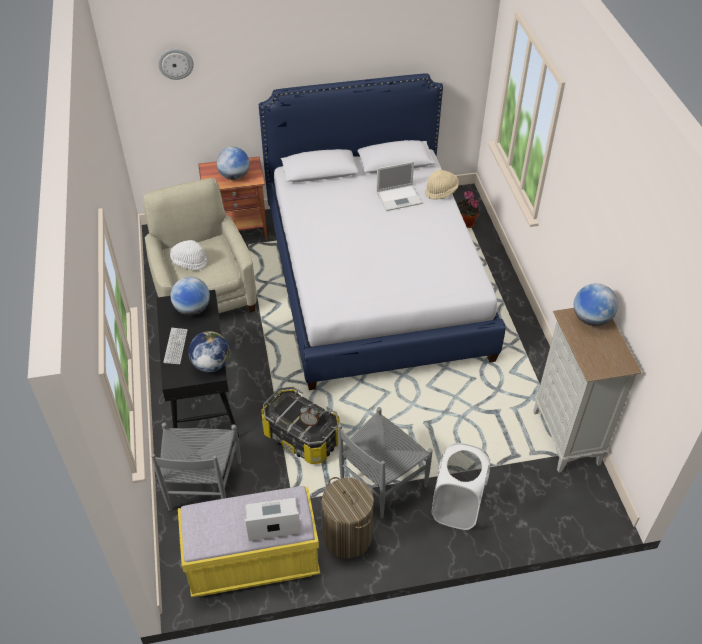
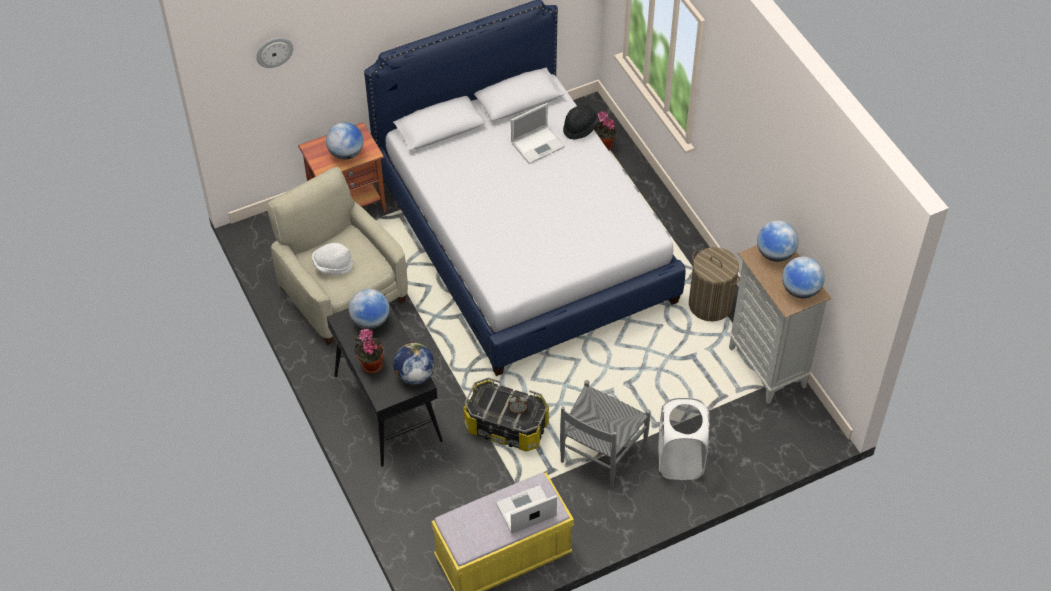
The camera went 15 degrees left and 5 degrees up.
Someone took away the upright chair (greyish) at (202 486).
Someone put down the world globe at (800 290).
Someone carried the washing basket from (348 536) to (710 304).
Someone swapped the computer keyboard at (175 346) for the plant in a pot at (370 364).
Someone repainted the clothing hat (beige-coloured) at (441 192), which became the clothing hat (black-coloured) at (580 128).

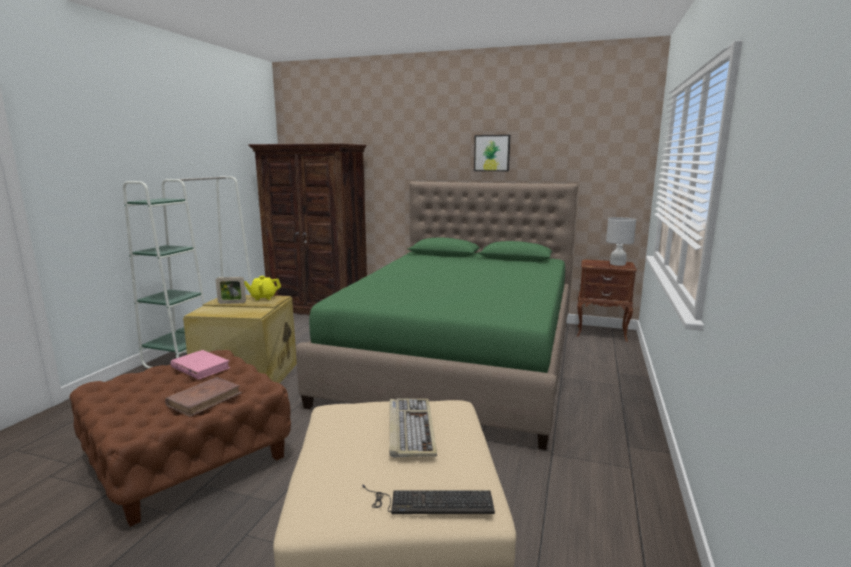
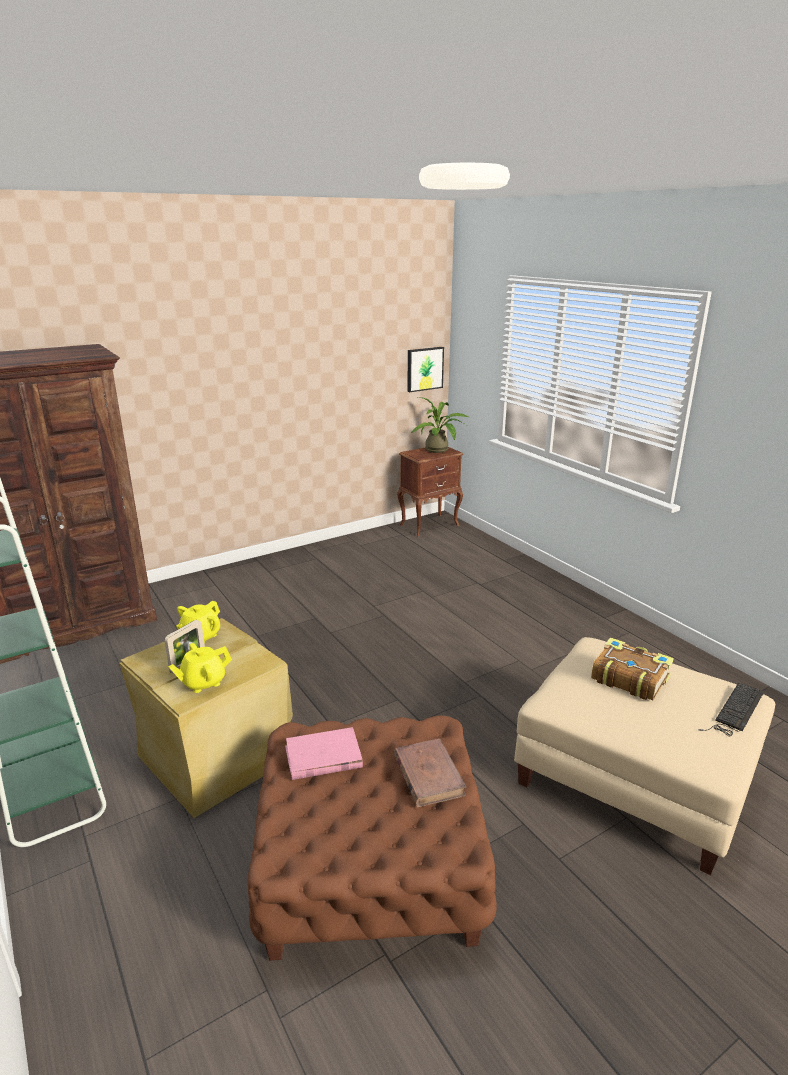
The camera went 50 degrees left and 10 degrees up.
Someone took away the bed (green-coloured) at (460 358).
Someone put down the teapot (yellowish) at (203 682).
Someone carried the picture from (492 153) to (424 369).
Someone swapped the computer keyboard at (410 429) for the bound book at (628 678).
Someone swapped the table lamp (greyish) at (617 264) for the plant in a pot at (439 450).

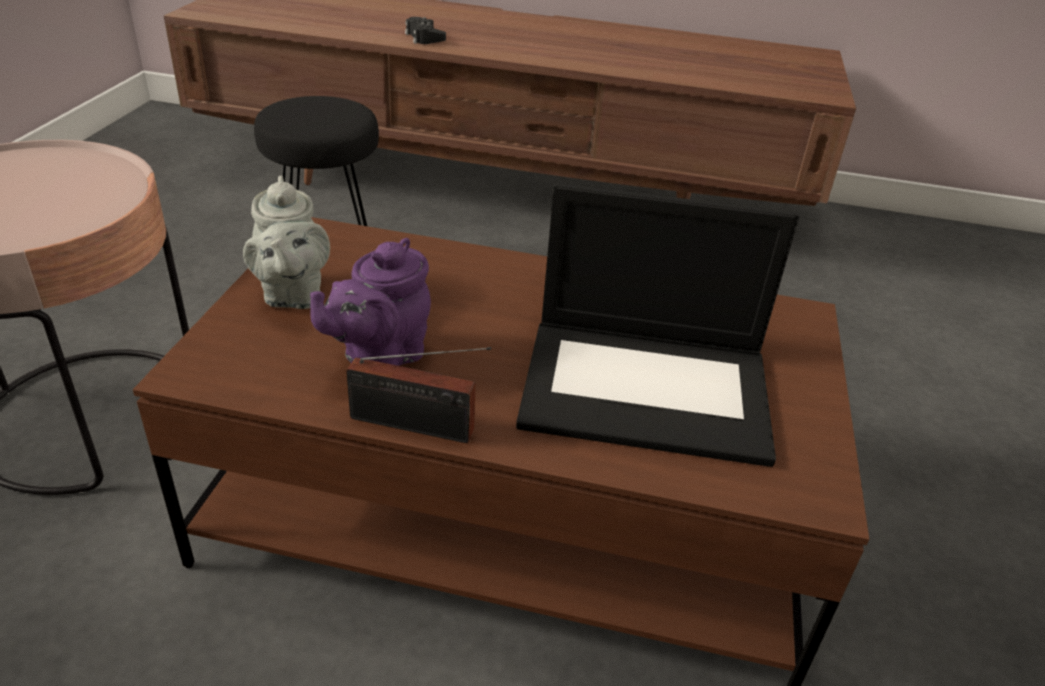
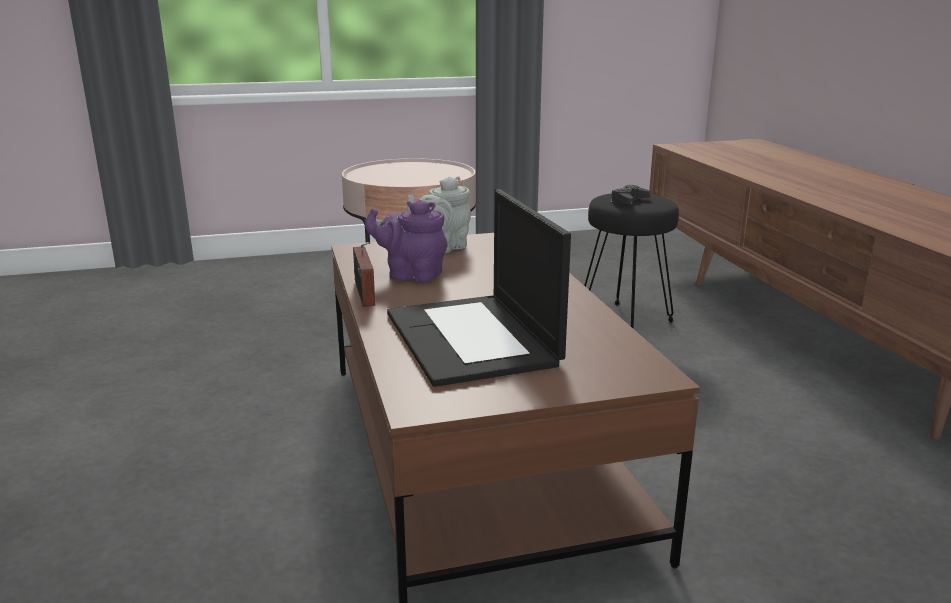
The camera went 65 degrees right and 15 degrees down.
Someone carried the game controller (black-coloured) from (424 37) to (629 201).

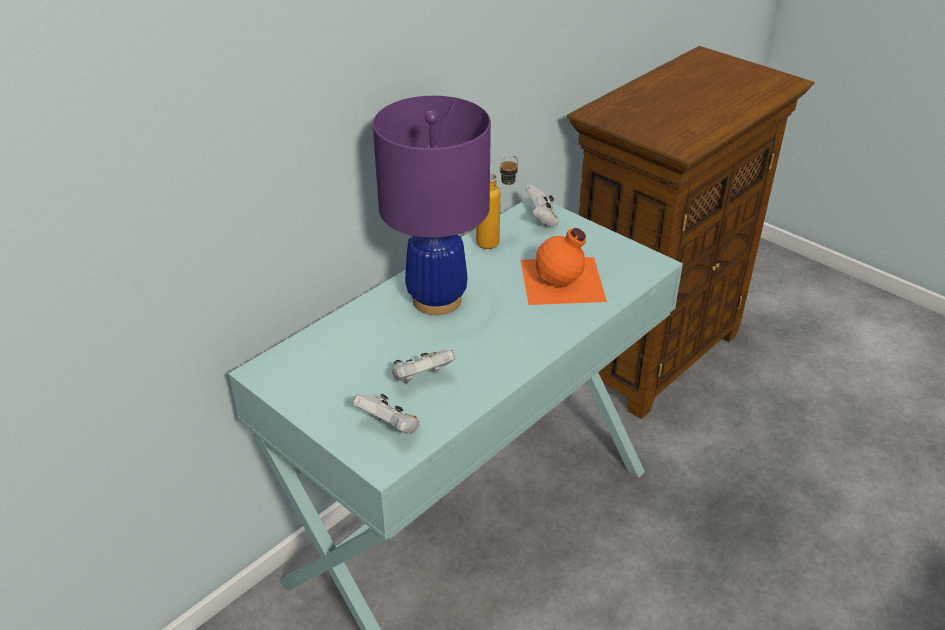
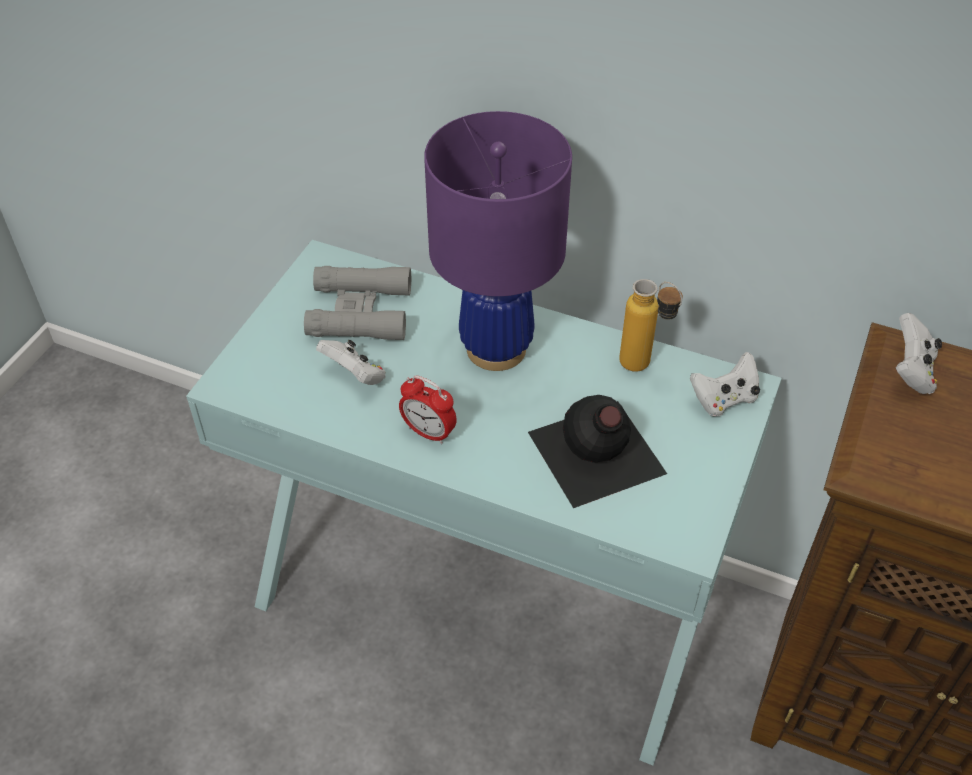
The camera went 70 degrees right and 10 degrees up.
Someone put down the pair of binoculars (greyish) at (360 312).
Someone put down the bedside clock at (429 432).
Someone carried the game controller (white) from (390 427) to (911 372).
Someone repainted the beverage bottle (orange) at (563 280), which became the beverage bottle (black-coloured) at (595 454).

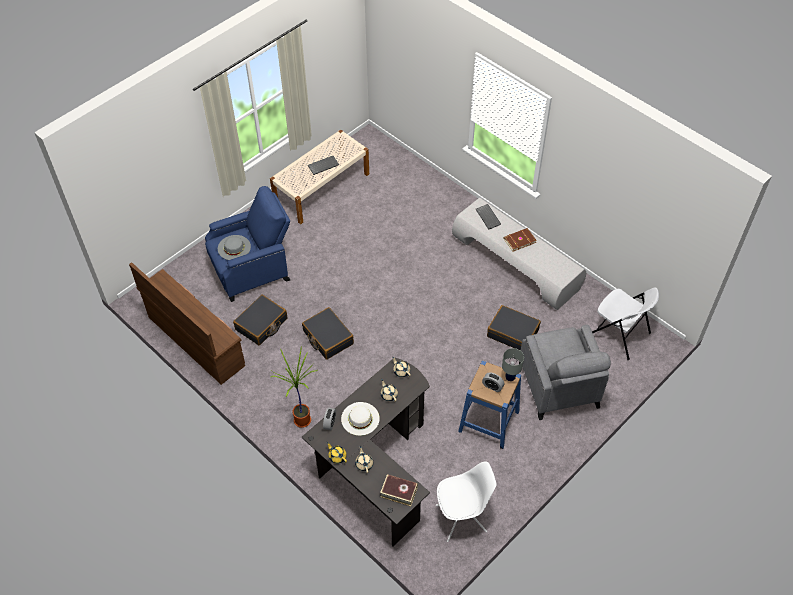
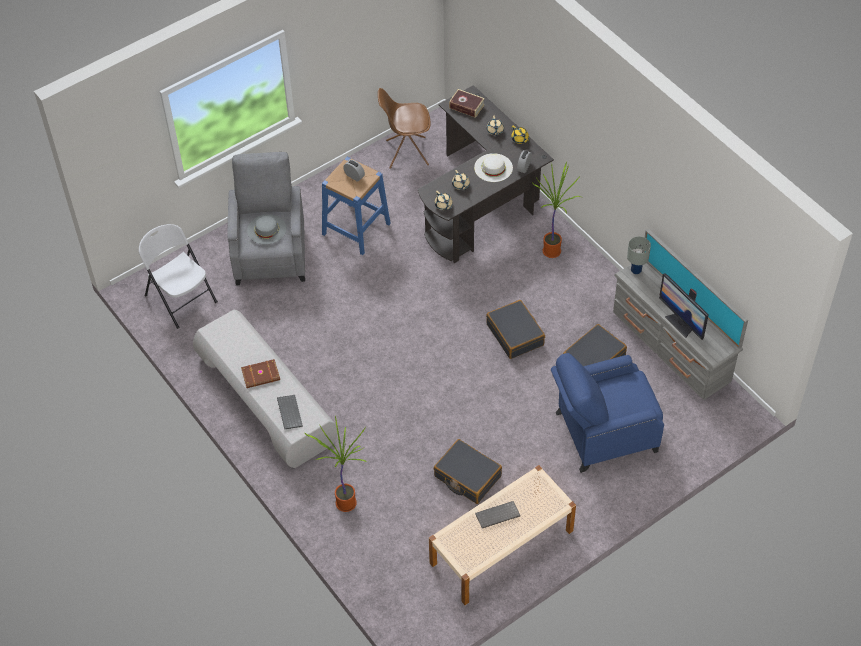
The camera went 170 degrees left and 0 degrees up.
Someone put down the plant in a pot at (344 503).
Someone put down the computer screen at (681 323).
Someone carried the clothing hat (greyish) from (234 247) to (266 229).
Someone carried the travel case (black-coloured) from (513 333) to (467 476).
Someone carried the table lamp (greyish) from (510 377) to (635 271).
Someone repainted the drawer chest (brownish) at (196 342), which became the drawer chest (greyish) at (670 348).
Someone repainted the upright chair (white) at (462 518), which became the upright chair (brownish) at (406 152).

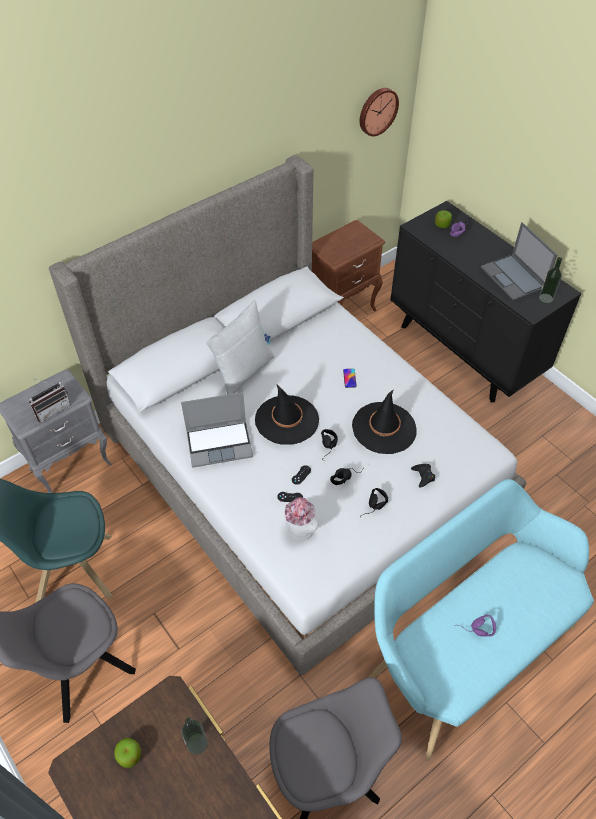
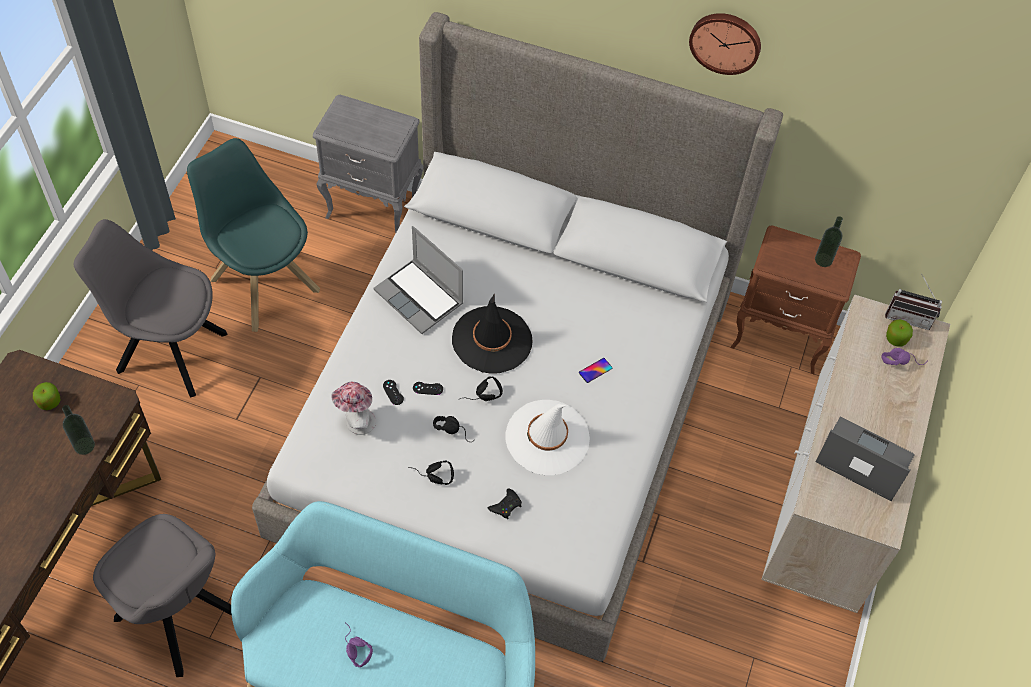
The camera went 55 degrees right and 5 degrees up.
Someone took away the cushion (greyish) at (244 372).
Someone carried the radio set from (52 409) to (909 316).
Someone carried the clock on the wall from (377 111) to (726 41).
Someone carried the beverage bottle from (546 298) to (823 260).
Someone repainted the clothing hat (black-coloured) at (384 428), which became the clothing hat (white) at (547 438).
Someone repainted the drawer chest (black-coloured) at (463 350), which became the drawer chest (white) at (827 505).
Someone rotated the portable computer at (513 277) by 90 degrees clockwise.

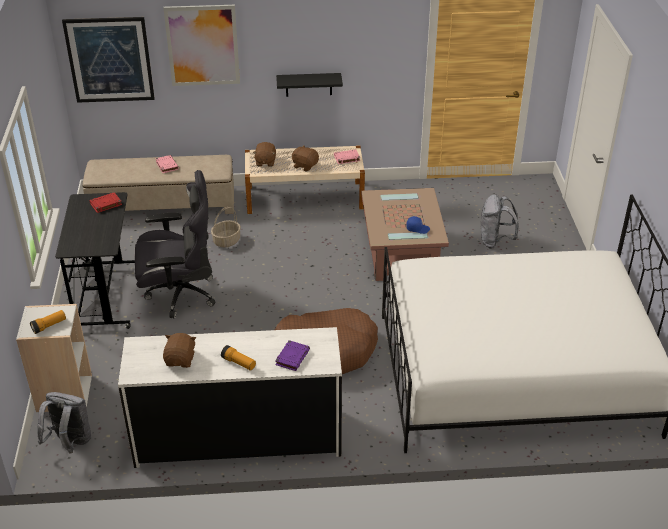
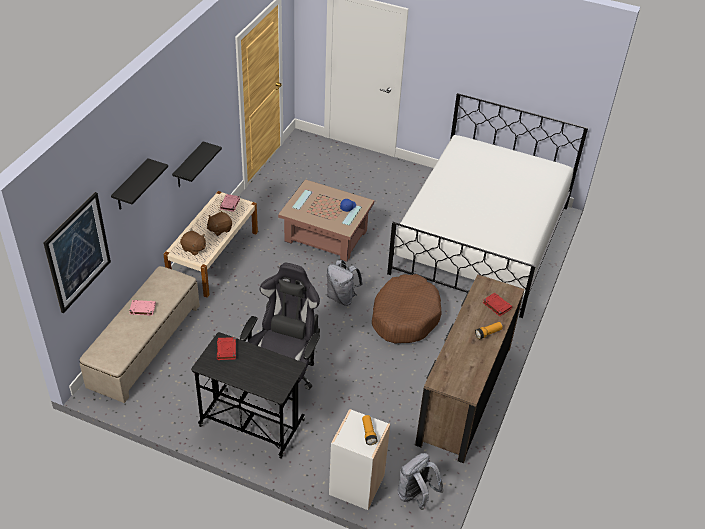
The camera went 65 degrees left and 5 degrees up.
Someone took away the plush toy (brownish) at (180 360).
Someone took away the storage basket at (226 241).
Someone carried the backpack (greyish) from (495 241) to (342 297).
Someone swapped the picture at (202 45) for the wall shelf (black-coloured) at (131 186).
Someone repainted the drawer chest (white) at (237 437), which became the drawer chest (brownish) at (463 395).
Someone repainted the bound book (purple-coloured) at (292 357), which became the bound book (red) at (496 305).

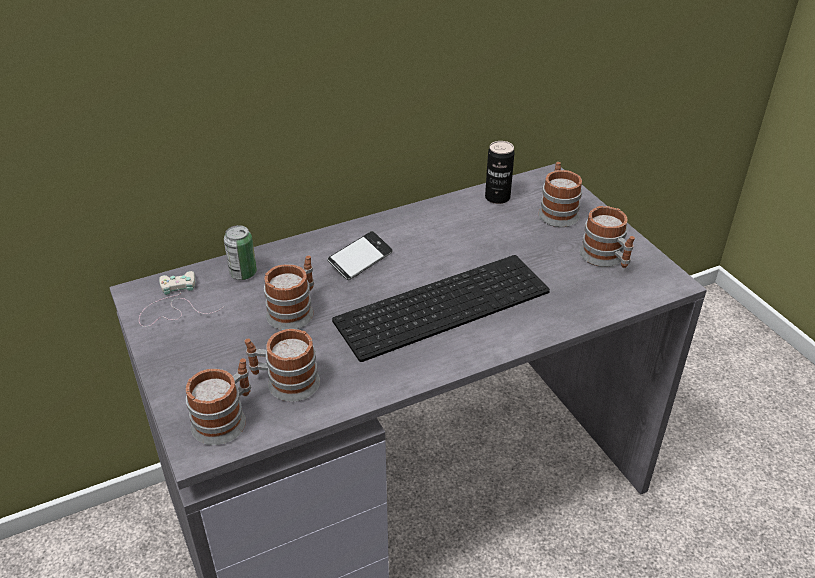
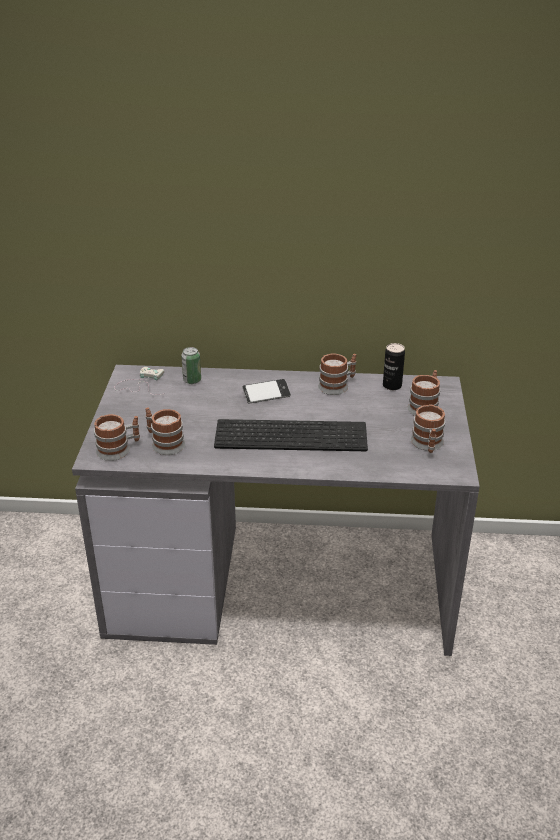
The camera went 30 degrees right and 5 degrees down.
Someone carried the coffee mug from (295 310) to (337 385).

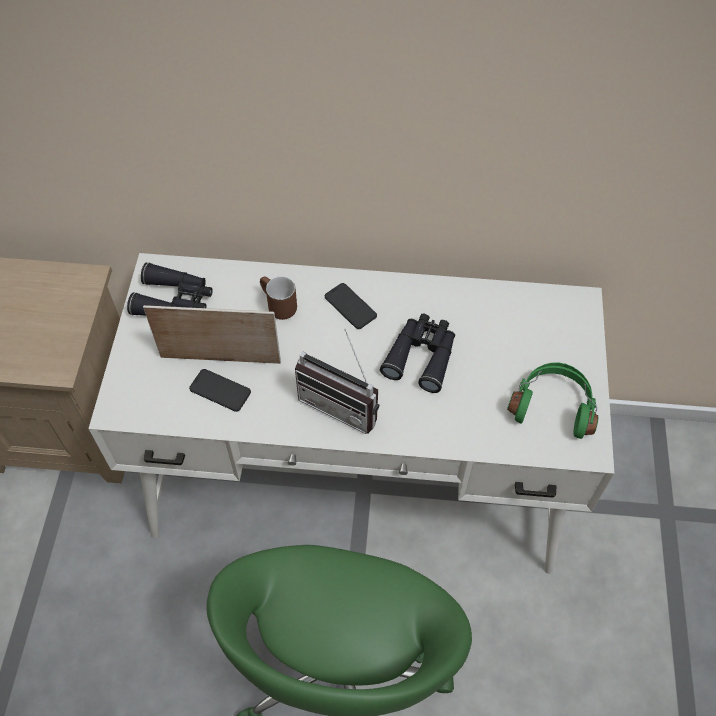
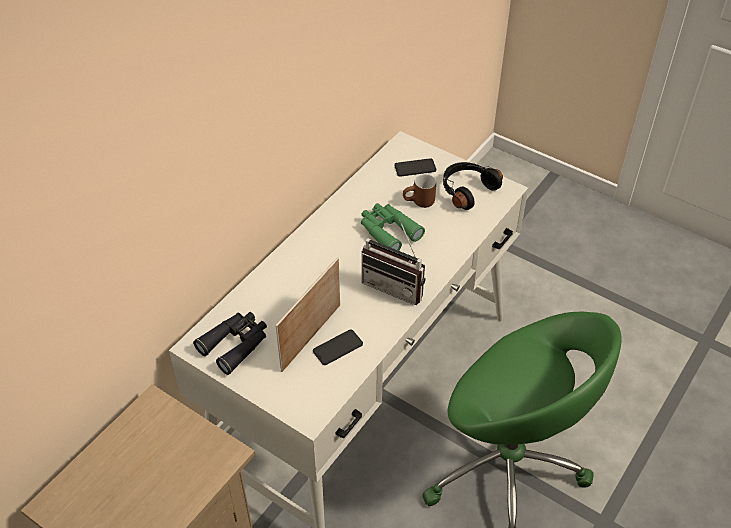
The camera went 60 degrees left and 10 degrees down.
Someone carried the coffee mug (brownish) from (276 306) to (419 203).
Someone carried the telephone from (350 306) to (415 168).
Someone repainted the pair of binoculars (black-coloured) at (421 355), which became the pair of binoculars (green-coloured) at (388 231).
Someone repainted the pair of headphones (green-coloured) at (553 405), which became the pair of headphones (black-coloured) at (467 190).
Someone rotated the radio set at (343 403) by 60 degrees clockwise.

